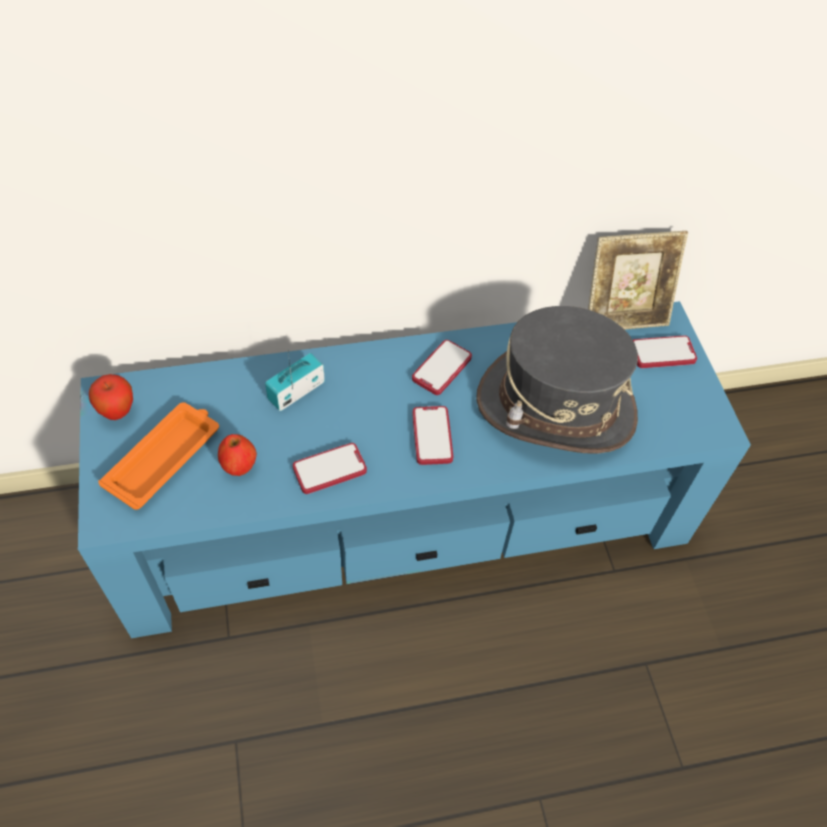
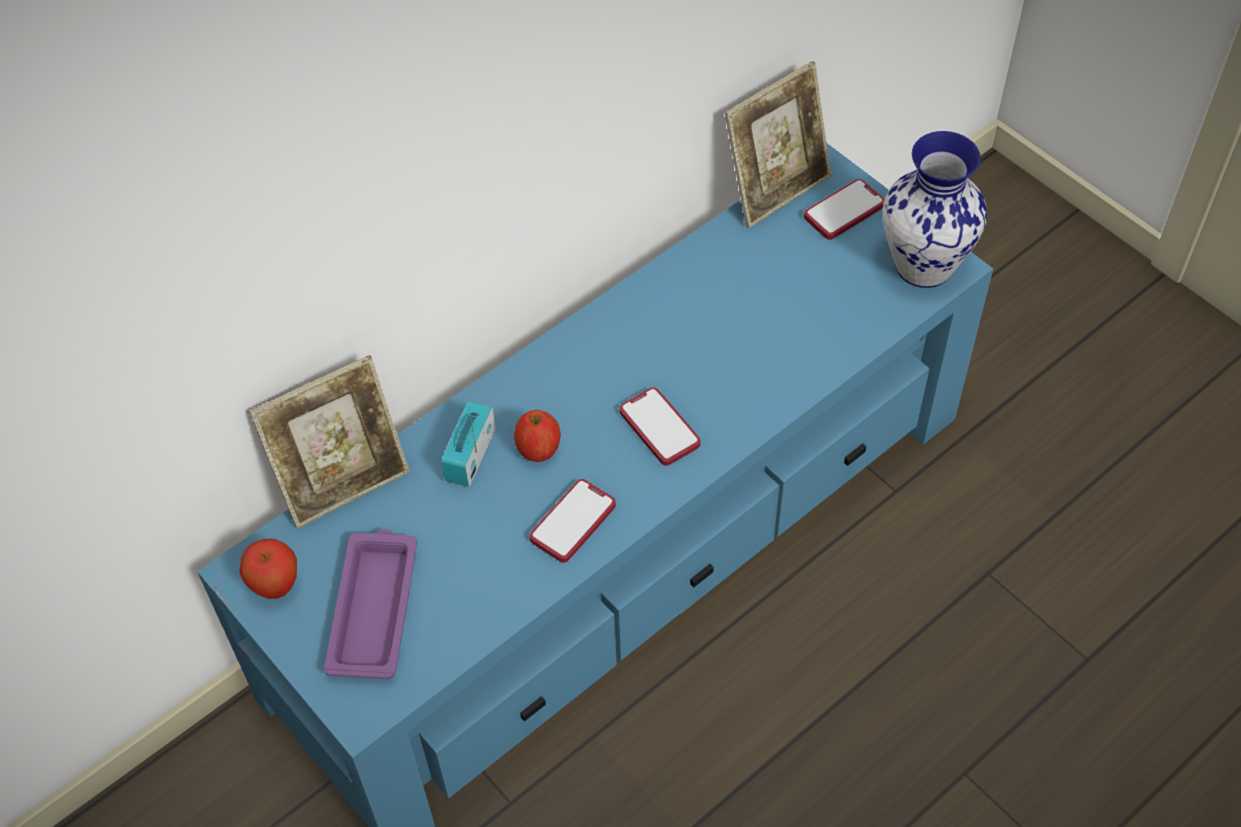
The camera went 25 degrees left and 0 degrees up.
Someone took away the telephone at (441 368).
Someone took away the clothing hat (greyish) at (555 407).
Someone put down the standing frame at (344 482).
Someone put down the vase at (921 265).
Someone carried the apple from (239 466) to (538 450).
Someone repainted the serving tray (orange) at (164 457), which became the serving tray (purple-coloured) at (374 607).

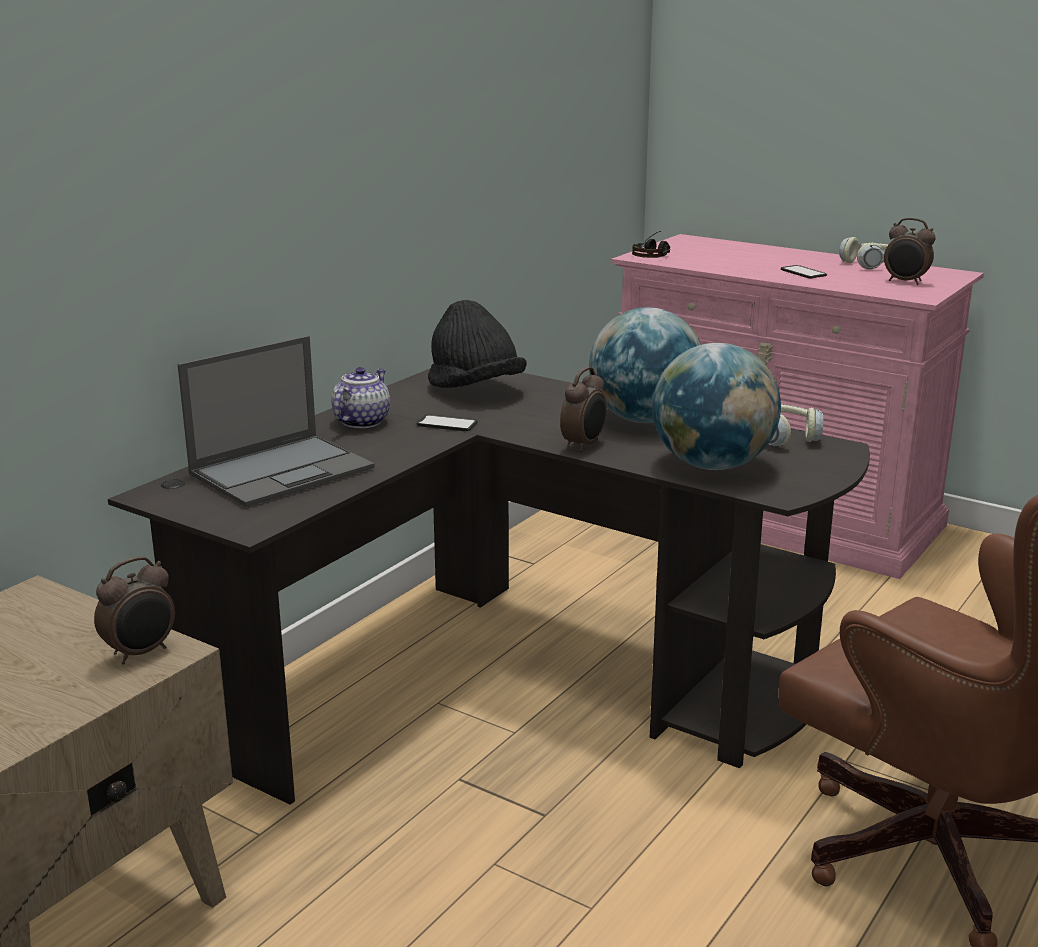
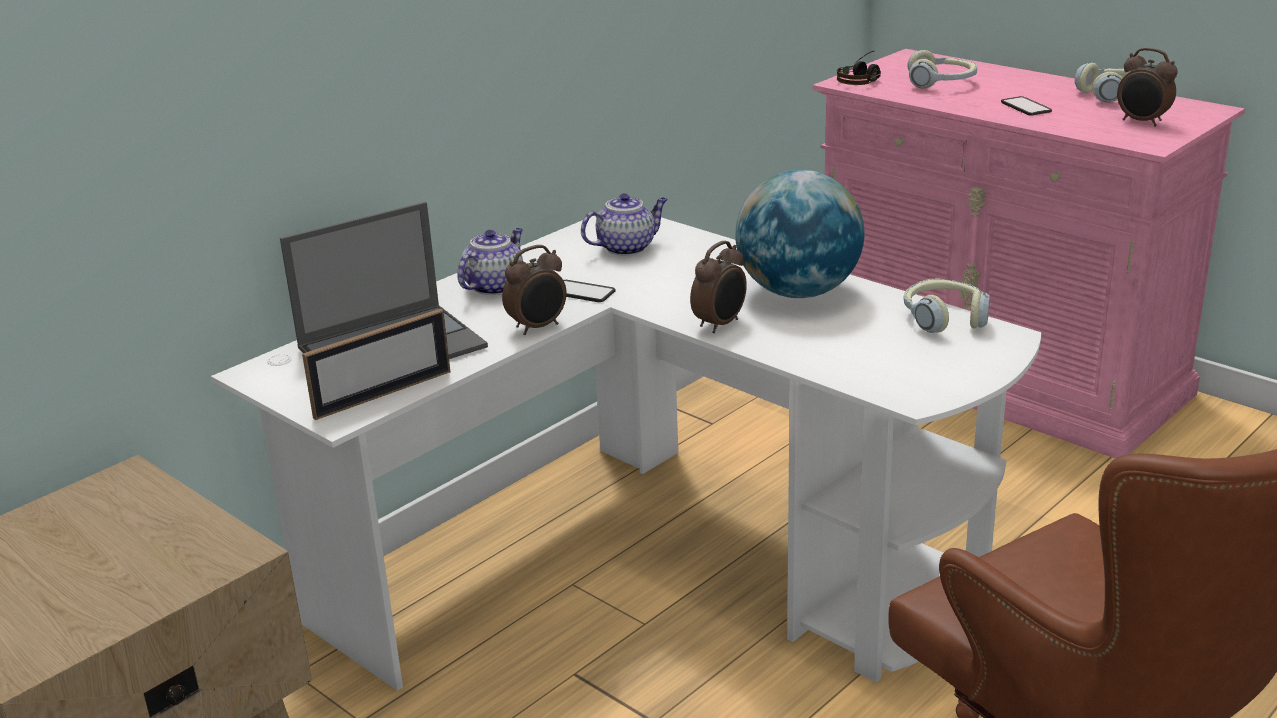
The camera went 10 degrees right and 5 degrees up.
Someone took away the world globe at (712 465).
Someone put down the standing frame at (383 394).
Someone put down the pair of headphones at (941 83).
Someone carried the bedside clock from (141 653) to (538 327).
Someone swapped the clothing hat (black-coloured) at (475 390) for the teapot at (627 247).
Someone repainted the desk table (black-coloured) at (503 678), which became the desk table (white) at (647 559).

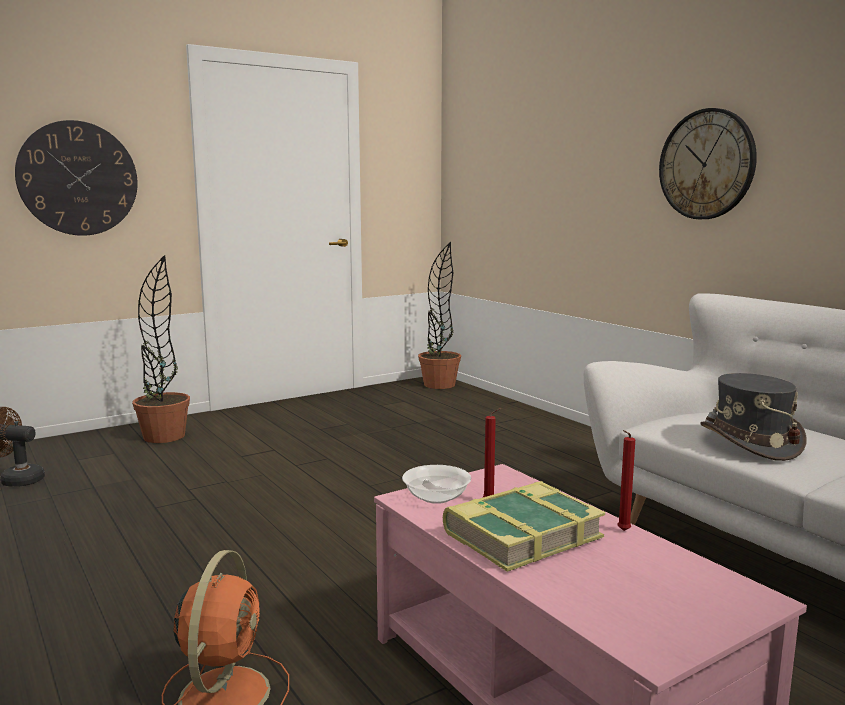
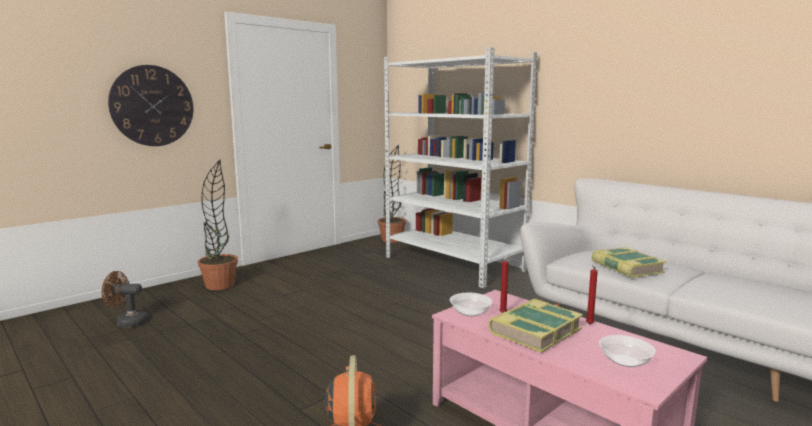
The camera went 10 degrees left and 0 degrees up.
Someone took away the clock on the wall at (706 164).
Someone put down the shelving unit (white) at (453 264).
Someone put down the bowl at (625 361).
Someone swapped the clothing hat (greyish) at (750 442) for the bound book at (626 268).

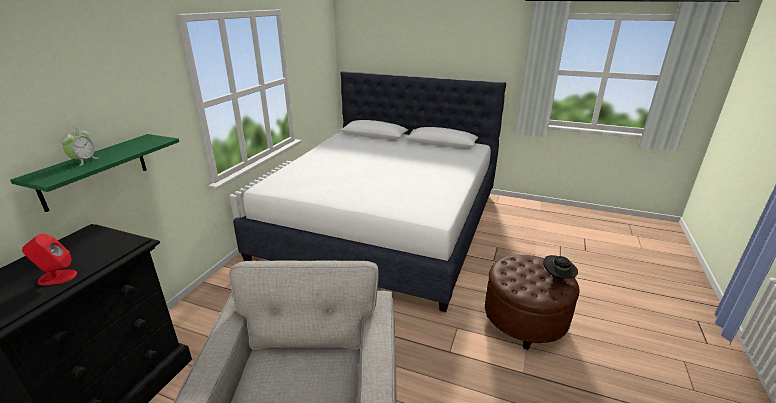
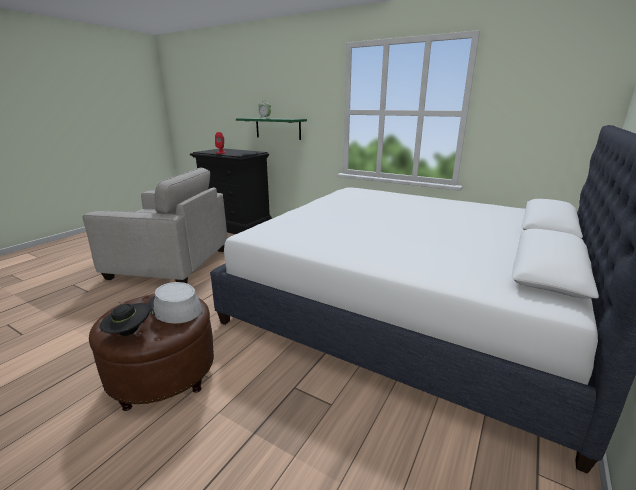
The camera went 100 degrees right and 5 degrees down.
Someone put down the clothing hat (greyish) at (174 308).

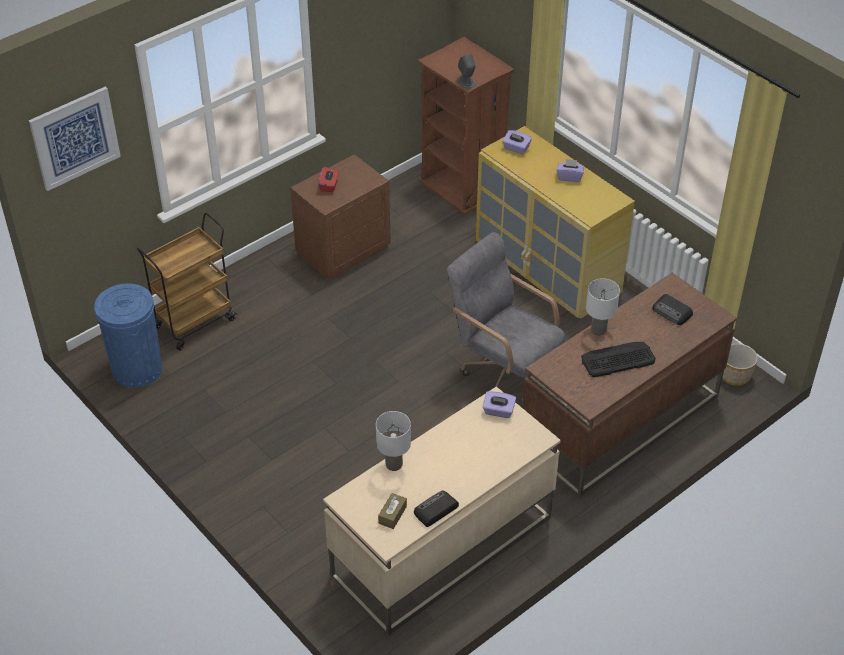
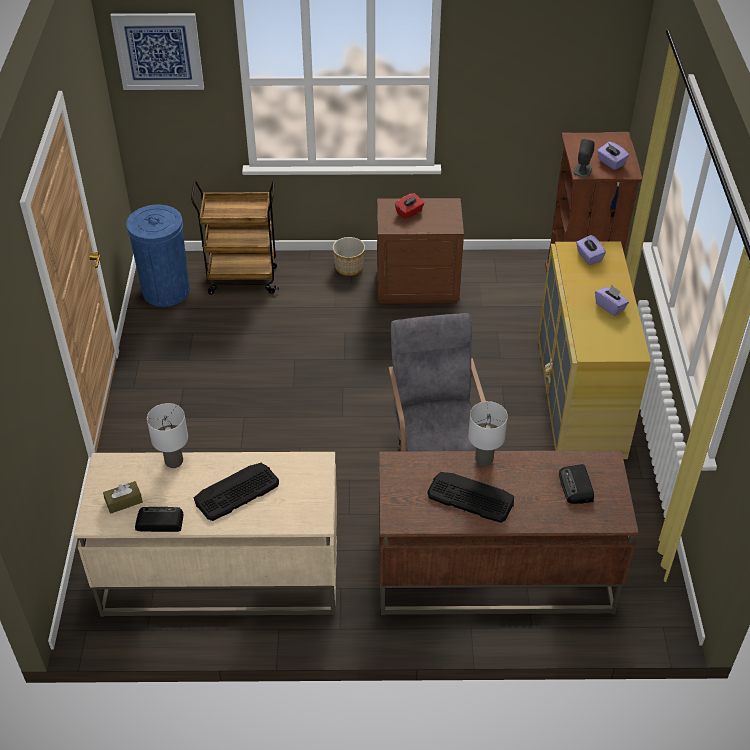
The camera went 40 degrees right and 0 degrees up.
Someone put down the computer keyboard at (236 492).
Someone carried the box of tissues (purple-coloured) from (498 411) to (611 163).
Someone carried the flower pot from (735 376) to (348 268).

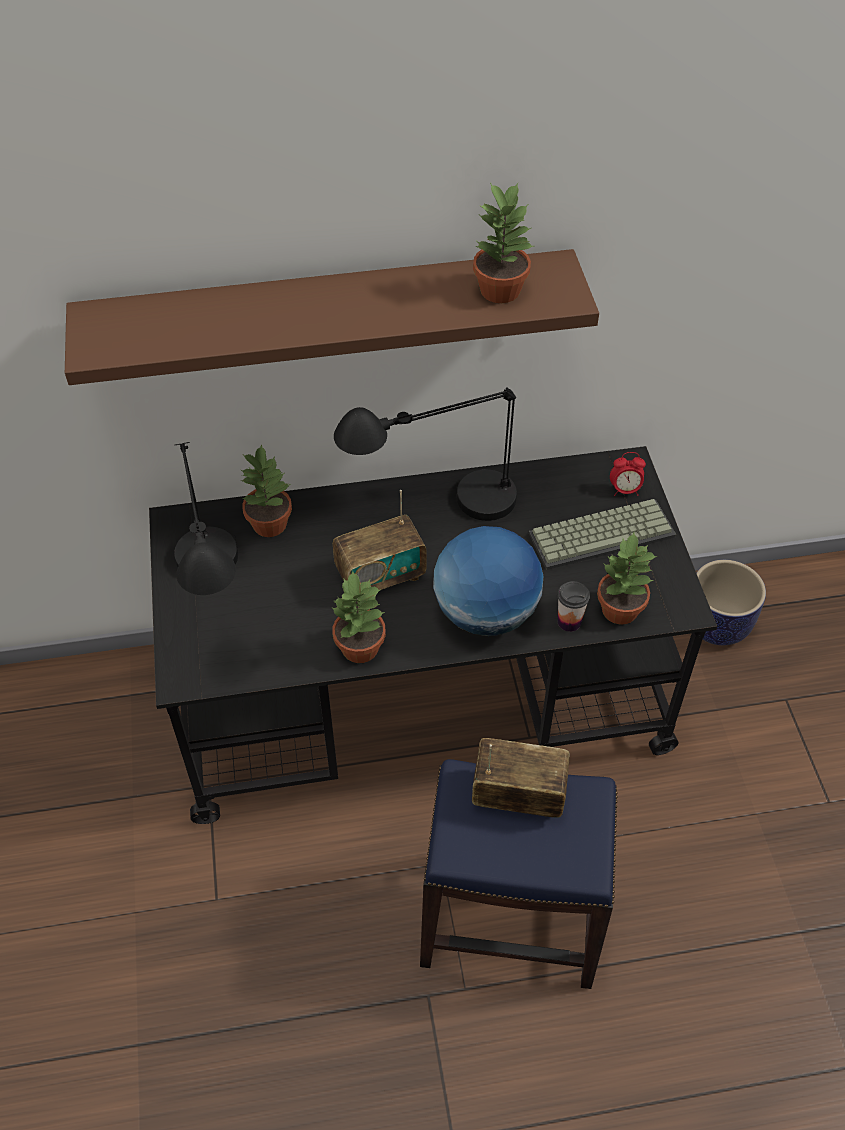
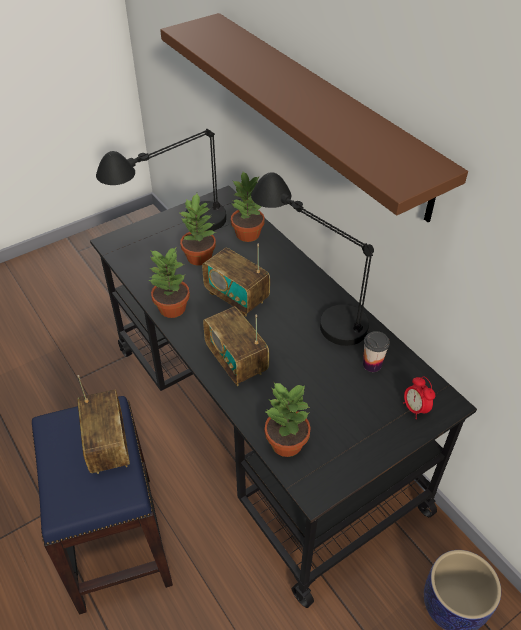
The camera went 65 degrees right and 5 degrees down.
Someone took away the computer keyboard at (602 533).
Someone carried the plant in a pot from (500 289) to (200 257).
Someone carried the small cup from (569 622) to (372 365).
Someone swapped the world globe at (485 613) for the radio set at (236 361).

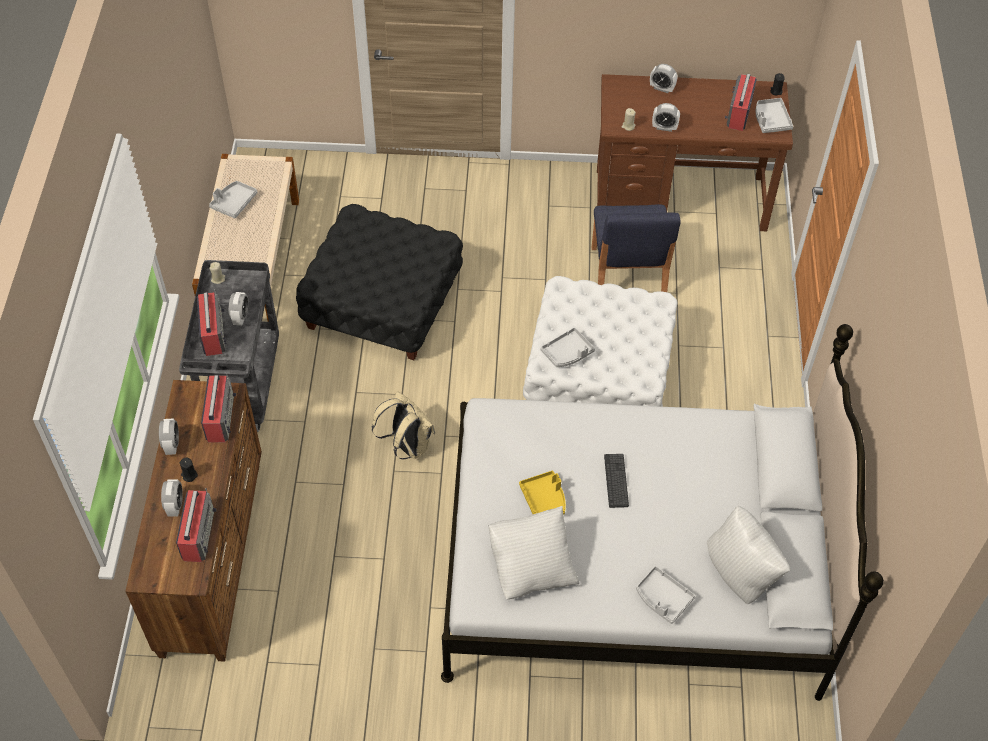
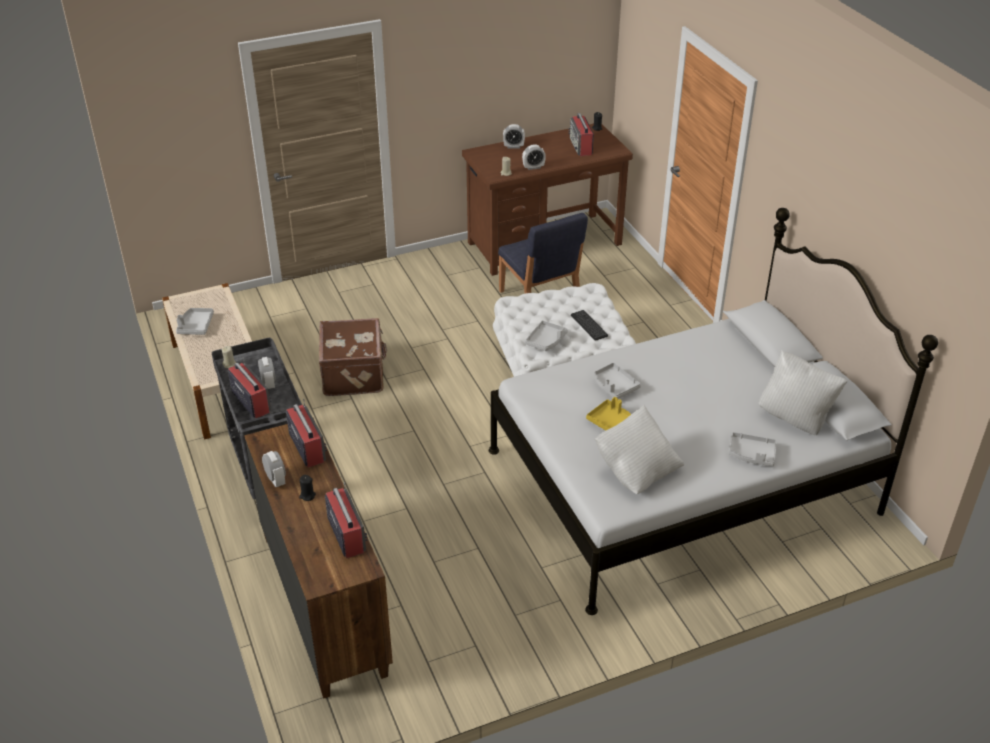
The camera went 25 degrees left and 15 degrees down.
Someone took away the bedside clock at (175 505).
Someone took away the backpack (beige-coloured) at (407 446).
Someone carried the computer keyboard from (616 480) to (589 325).
Someone carried the serving tray (greyish) from (771 120) to (614 386).
Someone swapped the ottoman (black-coloured) at (383 301) for the travel case (brownish) at (354 374).

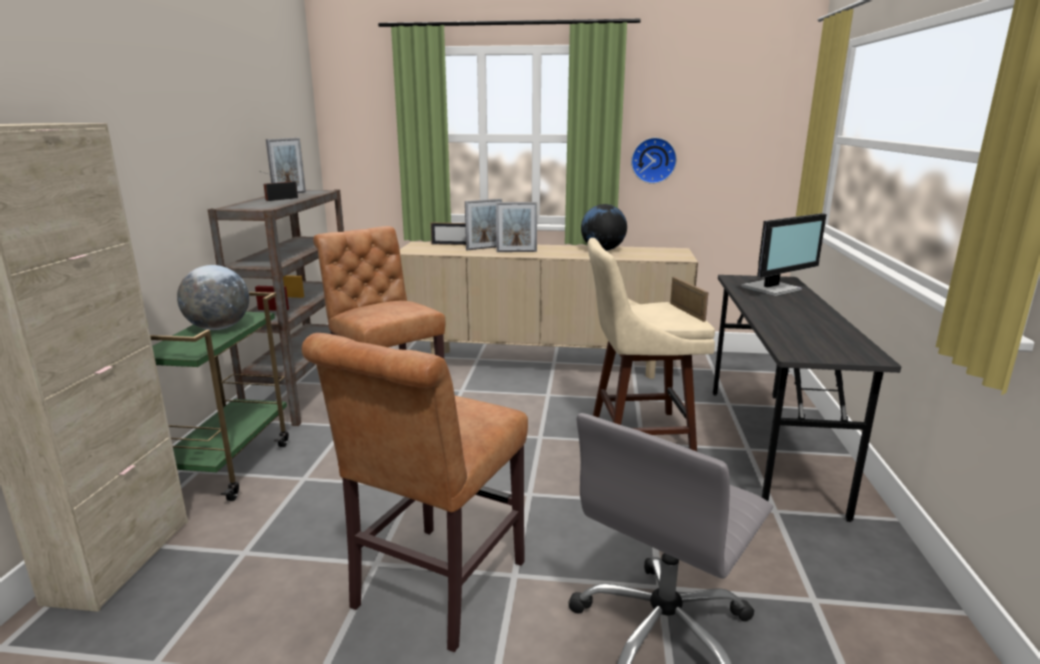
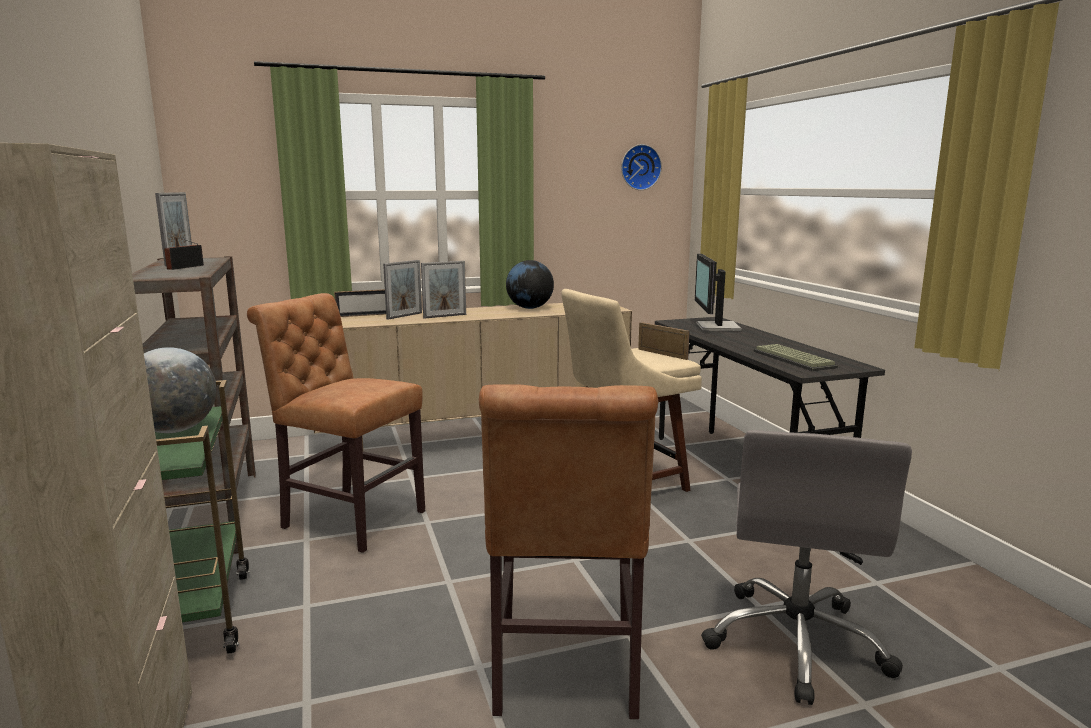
The camera went 25 degrees left and 5 degrees down.
Someone put down the computer keyboard at (795 359).
Someone carried the clock on the wall from (653 160) to (639 167).
Someone rotated the computer screen at (773 289) by 150 degrees clockwise.

